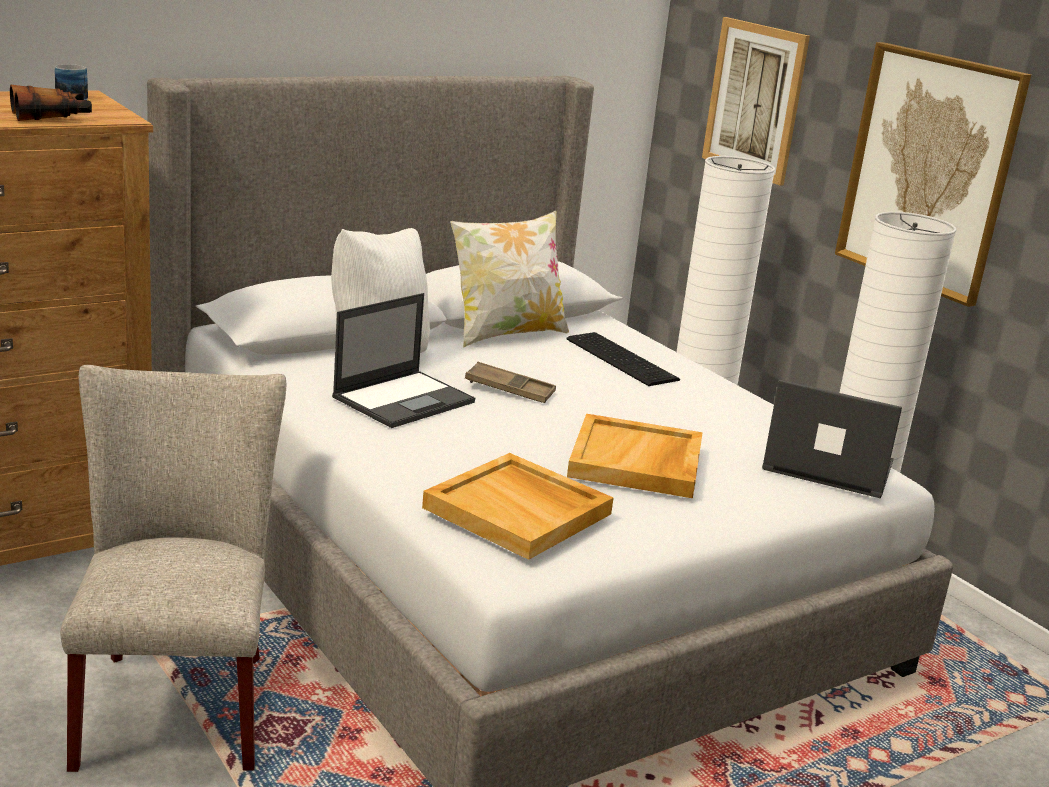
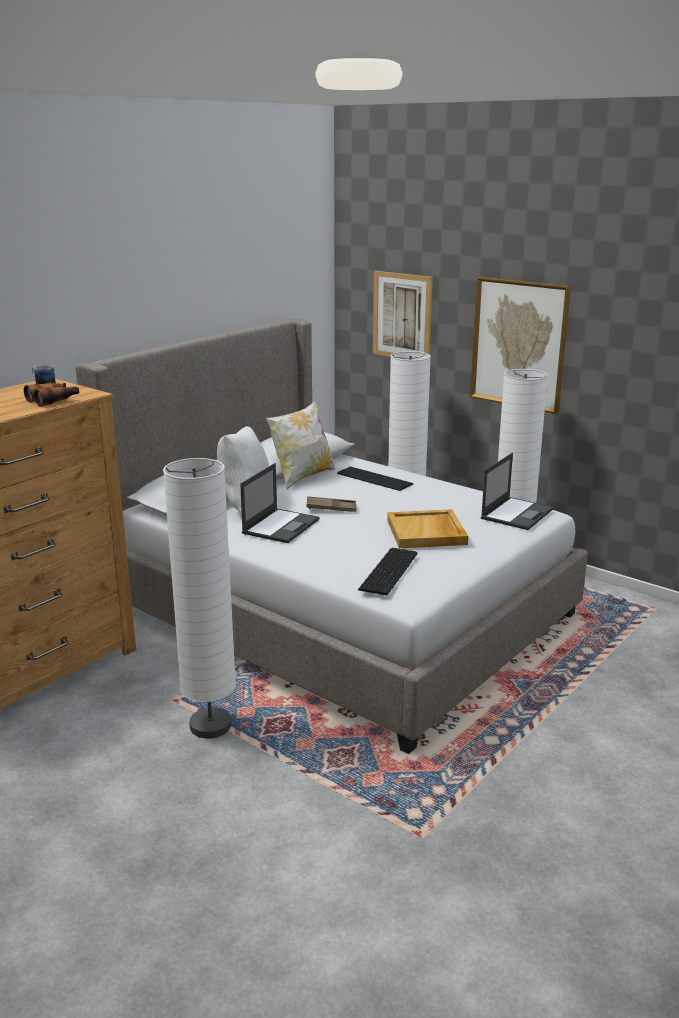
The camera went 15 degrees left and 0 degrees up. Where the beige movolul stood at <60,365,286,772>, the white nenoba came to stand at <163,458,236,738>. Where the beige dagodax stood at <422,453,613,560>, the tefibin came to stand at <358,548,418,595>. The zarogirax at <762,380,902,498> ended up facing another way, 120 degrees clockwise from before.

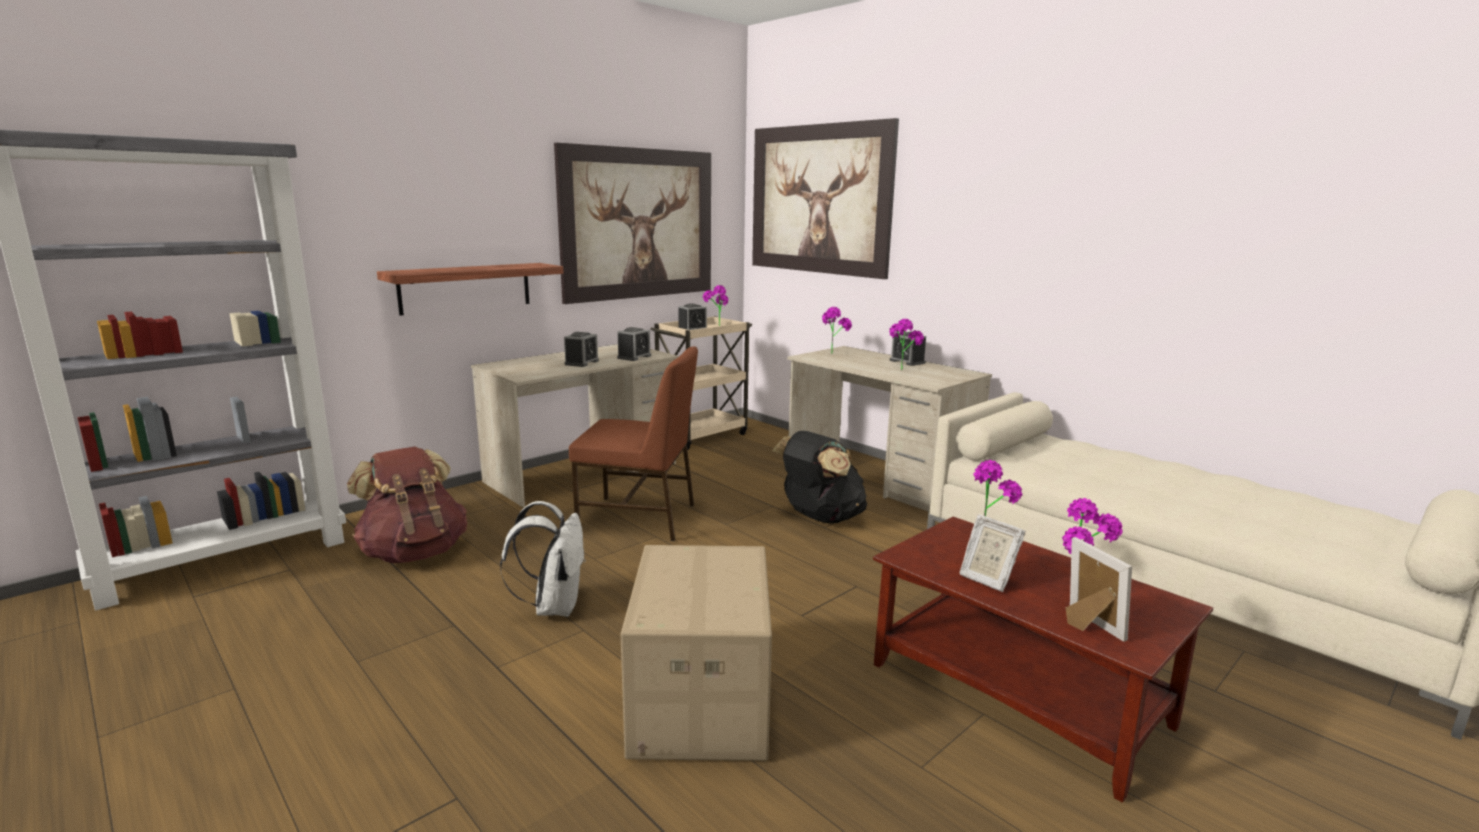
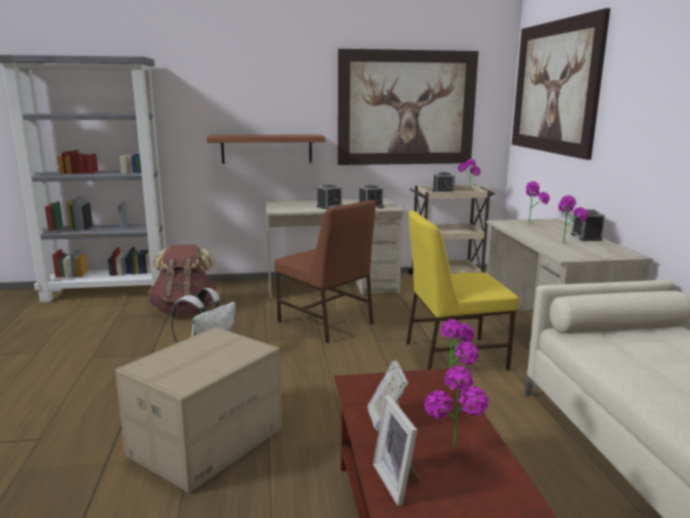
The camera went 35 degrees right and 0 degrees up. Where the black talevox stood at <772,431,867,523>, the yellow movolul came to stand at <406,210,519,371>. The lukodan at <1066,537,1132,642> ended up facing another way, 150 degrees clockwise from before.

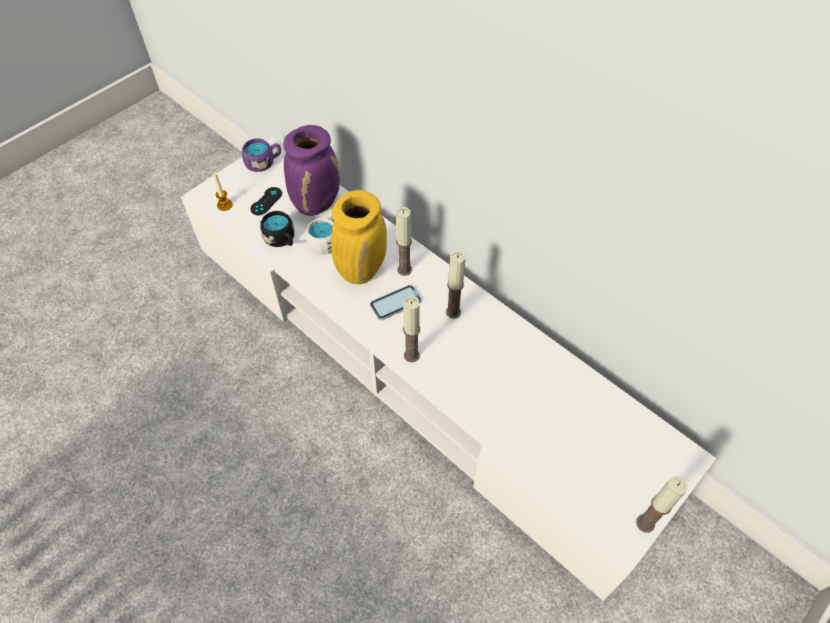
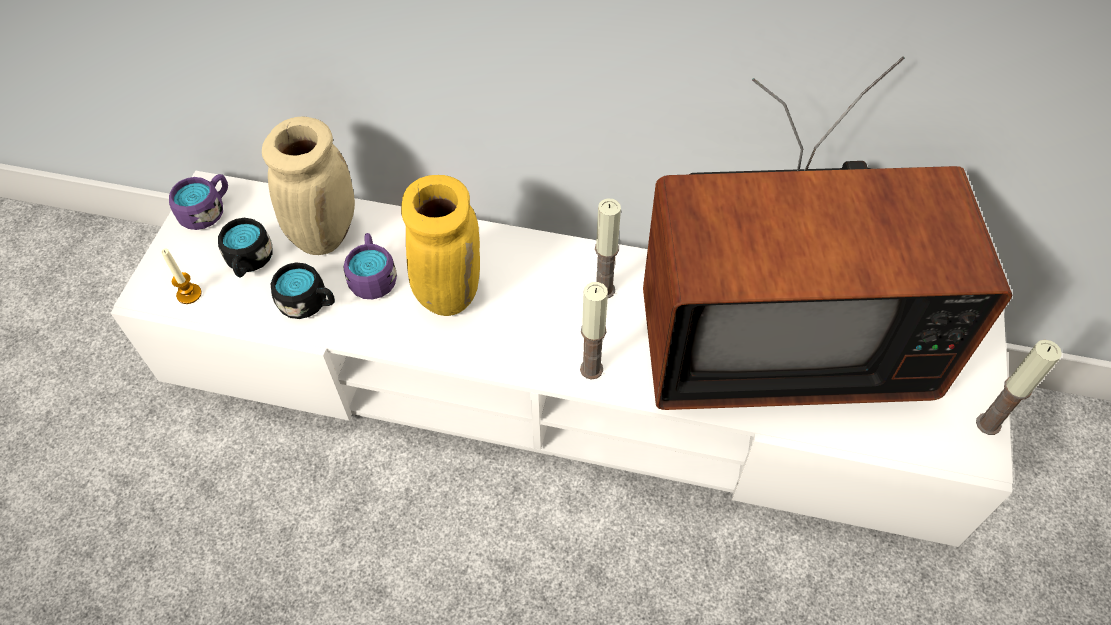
The camera went 30 degrees left and 0 degrees up. The second view lost the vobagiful at <370,285,421,320>. The second view lost the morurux at <396,207,412,276>. The second view gained the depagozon at <643,57,1013,410>. Where the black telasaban stood at <250,187,282,215>, the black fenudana came to stand at <218,218,273,278>. What was the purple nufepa at <283,125,340,216> turned into the beige nufepa at <262,117,355,255>. What was the white fenudana at <306,213,334,255> turned into the purple fenudana at <344,233,397,299>.

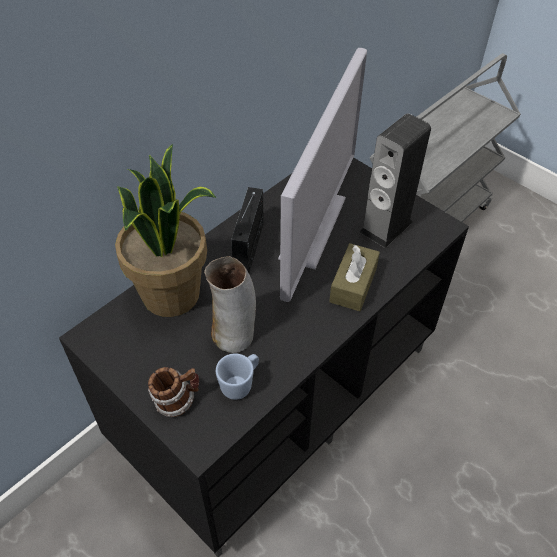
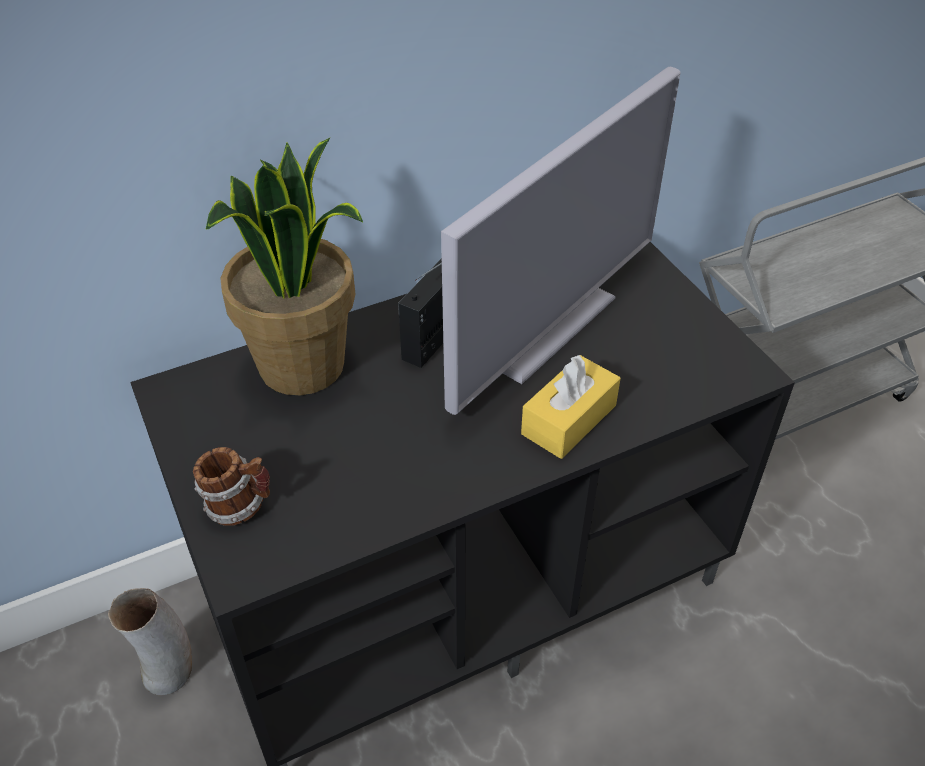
The camera went 20 degrees right and 5 degrees down. The second view lost the blue fenudana at <216,353,259,400>. The second view lost the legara at <359,113,431,248>. The nufepa ended up elsewhere, having gone from <204,256,256,353> to <108,588,192,695>. What was the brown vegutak at <329,243,380,311> turned into the yellow vegutak at <521,355,621,459>.

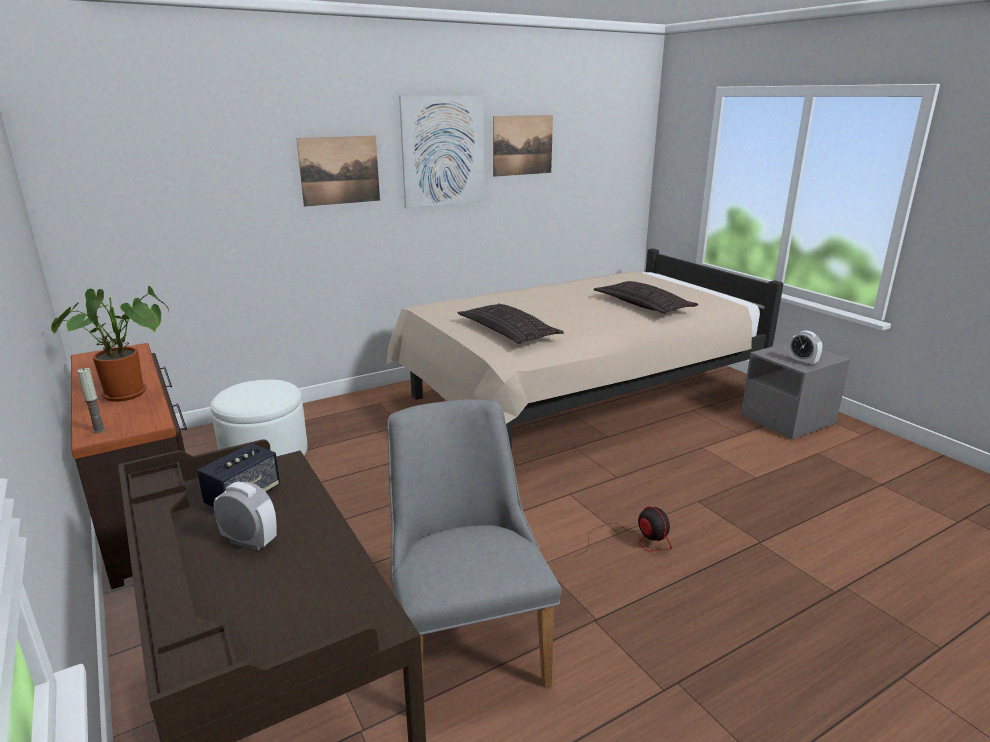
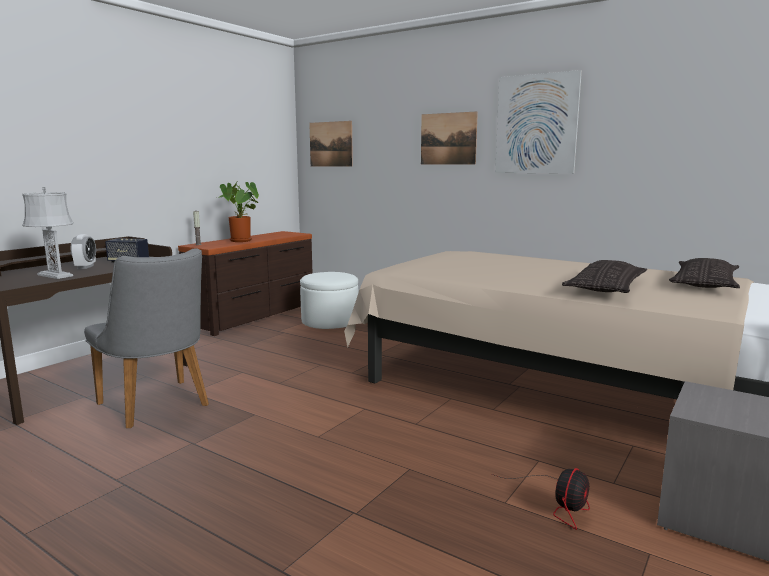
The camera went 65 degrees right and 10 degrees down. The second view lost the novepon at <788,330,822,366>. The second view gained the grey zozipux at <22,187,74,279>. The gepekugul ended up elsewhere, having gone from <458,303,564,344> to <669,258,740,288>. The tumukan ended up elsewhere, having gone from <493,115,553,177> to <309,121,353,167>. The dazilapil ended up elsewhere, having gone from <575,506,672,557> to <492,468,590,530>. The grey movolul at <387,399,561,688> ended up facing another way, 90 degrees clockwise from before.

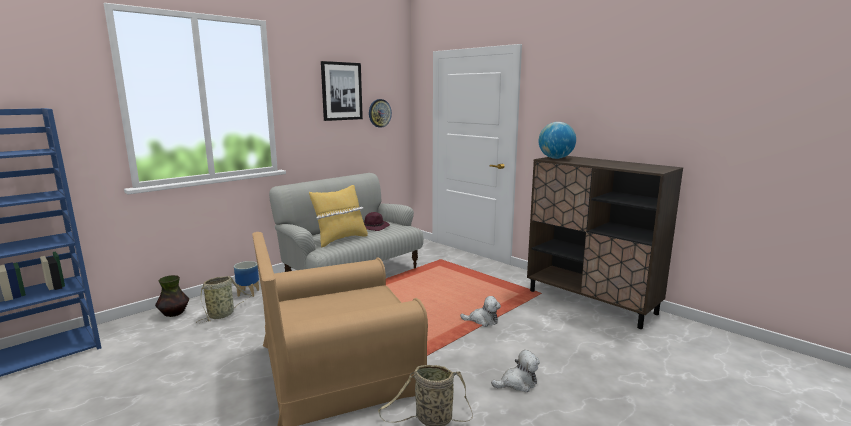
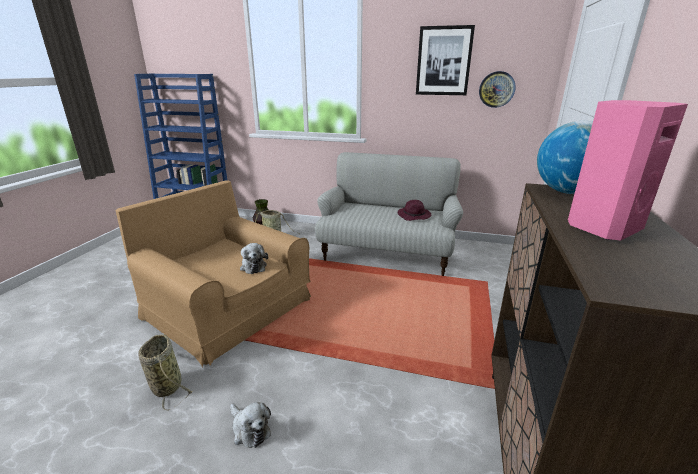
The camera went 60 degrees right and 10 degrees up. The second view lost the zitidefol at <234,261,259,297>. The second view lost the yellow gepekugul at <309,185,368,248>. The second view gained the pink legara at <568,100,688,240>. The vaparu ended up elsewhere, having gone from <460,296,501,327> to <240,243,268,274>.

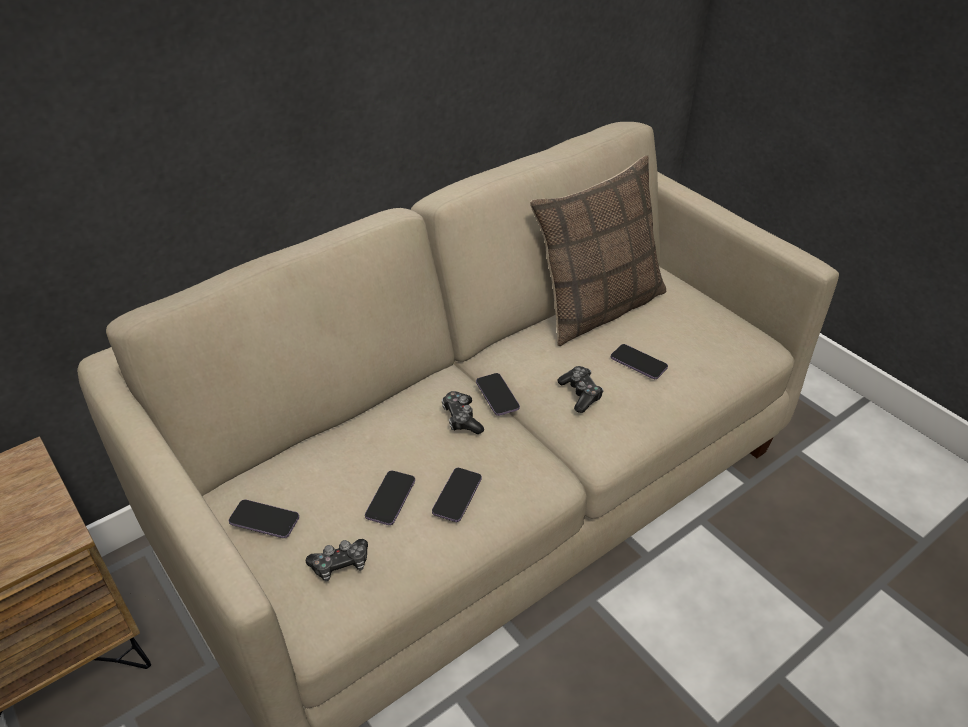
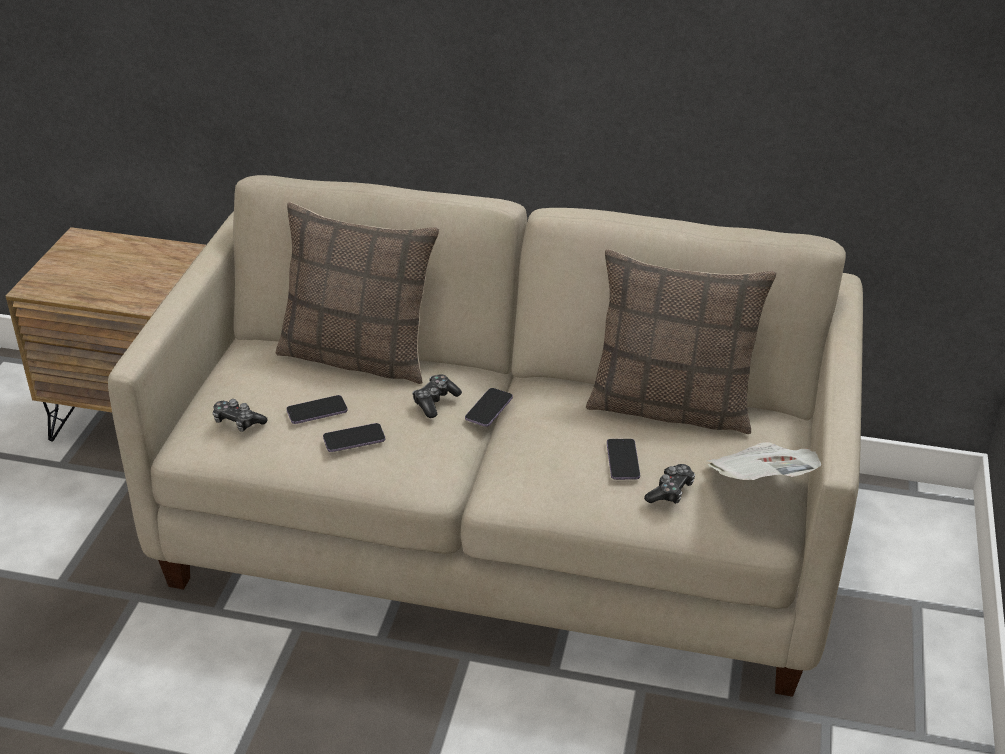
The camera went 50 degrees right and 5 degrees down. The second view lost the vobagiful at <229,500,299,538>. The second view gained the gepekugul at <276,202,440,384>. The second view gained the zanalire at <706,442,821,480>. The telasaban ended up elsewhere, having gone from <557,366,604,413> to <644,464,695,504>.

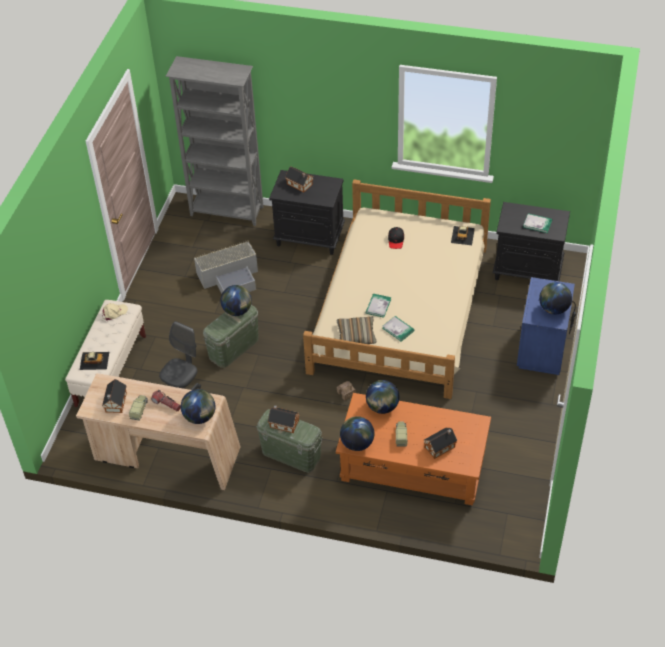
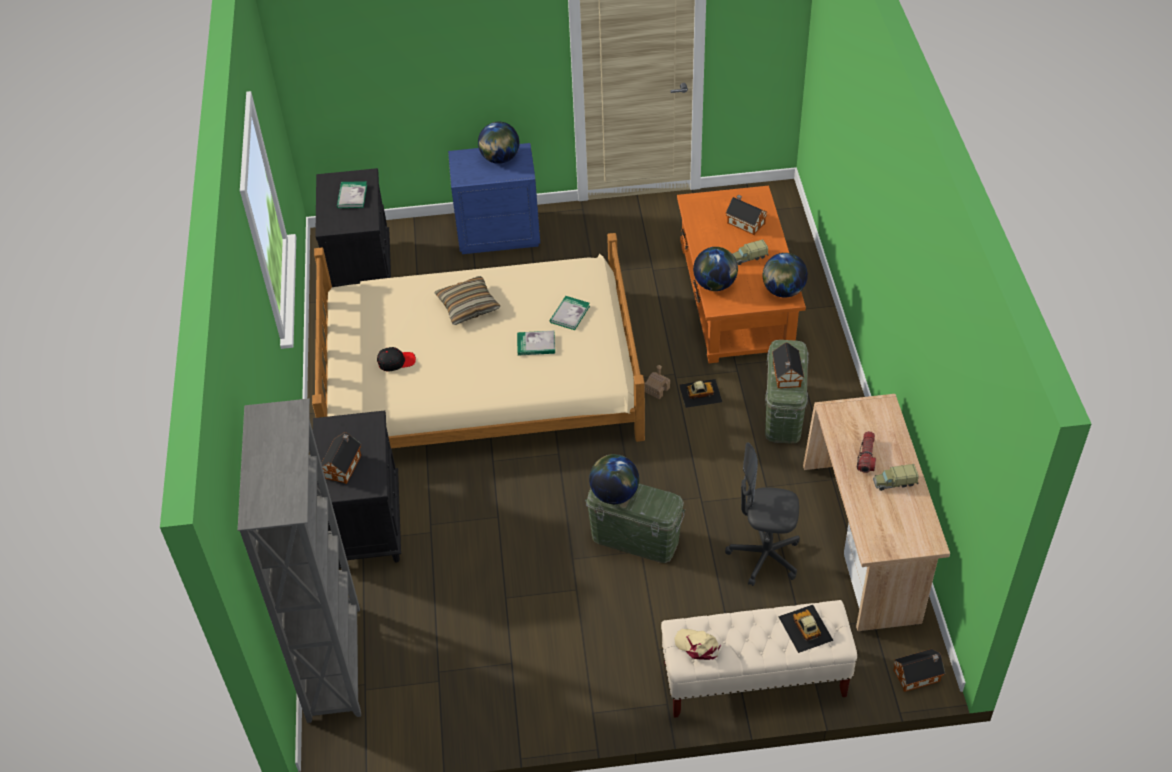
The camera went 110 degrees left and 0 degrees up. The second view lost the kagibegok at <181,389,216,424>. The second view lost the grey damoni at <194,241,258,294>. The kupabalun ended up elsewhere, having gone from <102,379,127,413> to <893,649,945,692>. The gepekugul ended up elsewhere, having gone from <336,316,376,344> to <435,276,500,325>. The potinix ended up elsewhere, having gone from <451,226,475,245> to <679,379,722,408>.

